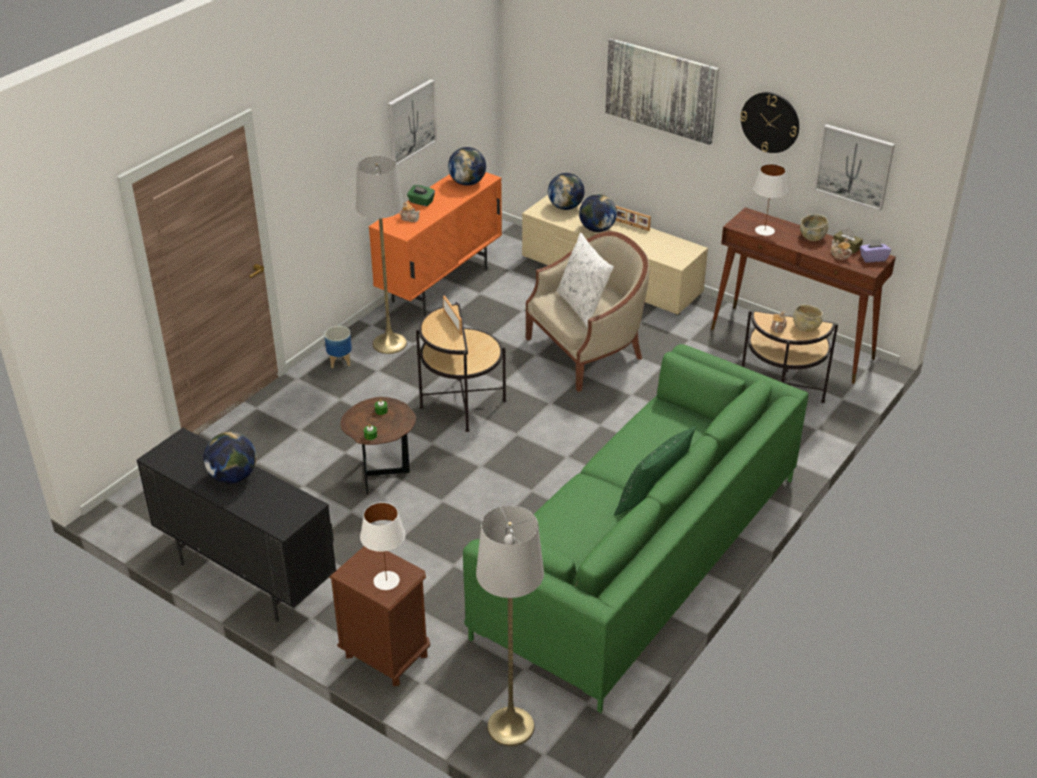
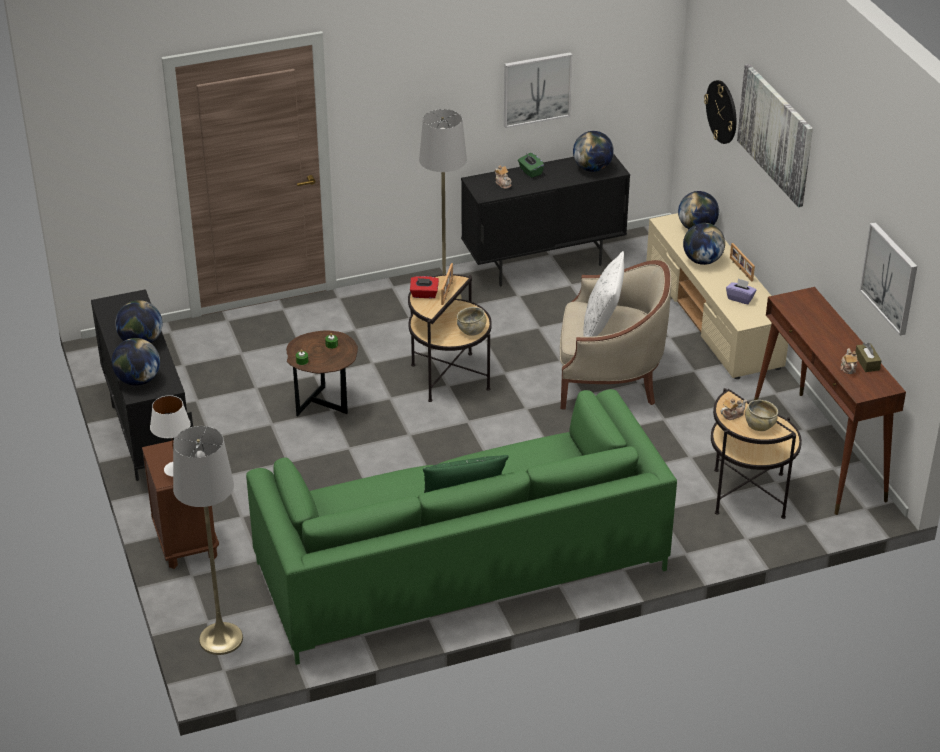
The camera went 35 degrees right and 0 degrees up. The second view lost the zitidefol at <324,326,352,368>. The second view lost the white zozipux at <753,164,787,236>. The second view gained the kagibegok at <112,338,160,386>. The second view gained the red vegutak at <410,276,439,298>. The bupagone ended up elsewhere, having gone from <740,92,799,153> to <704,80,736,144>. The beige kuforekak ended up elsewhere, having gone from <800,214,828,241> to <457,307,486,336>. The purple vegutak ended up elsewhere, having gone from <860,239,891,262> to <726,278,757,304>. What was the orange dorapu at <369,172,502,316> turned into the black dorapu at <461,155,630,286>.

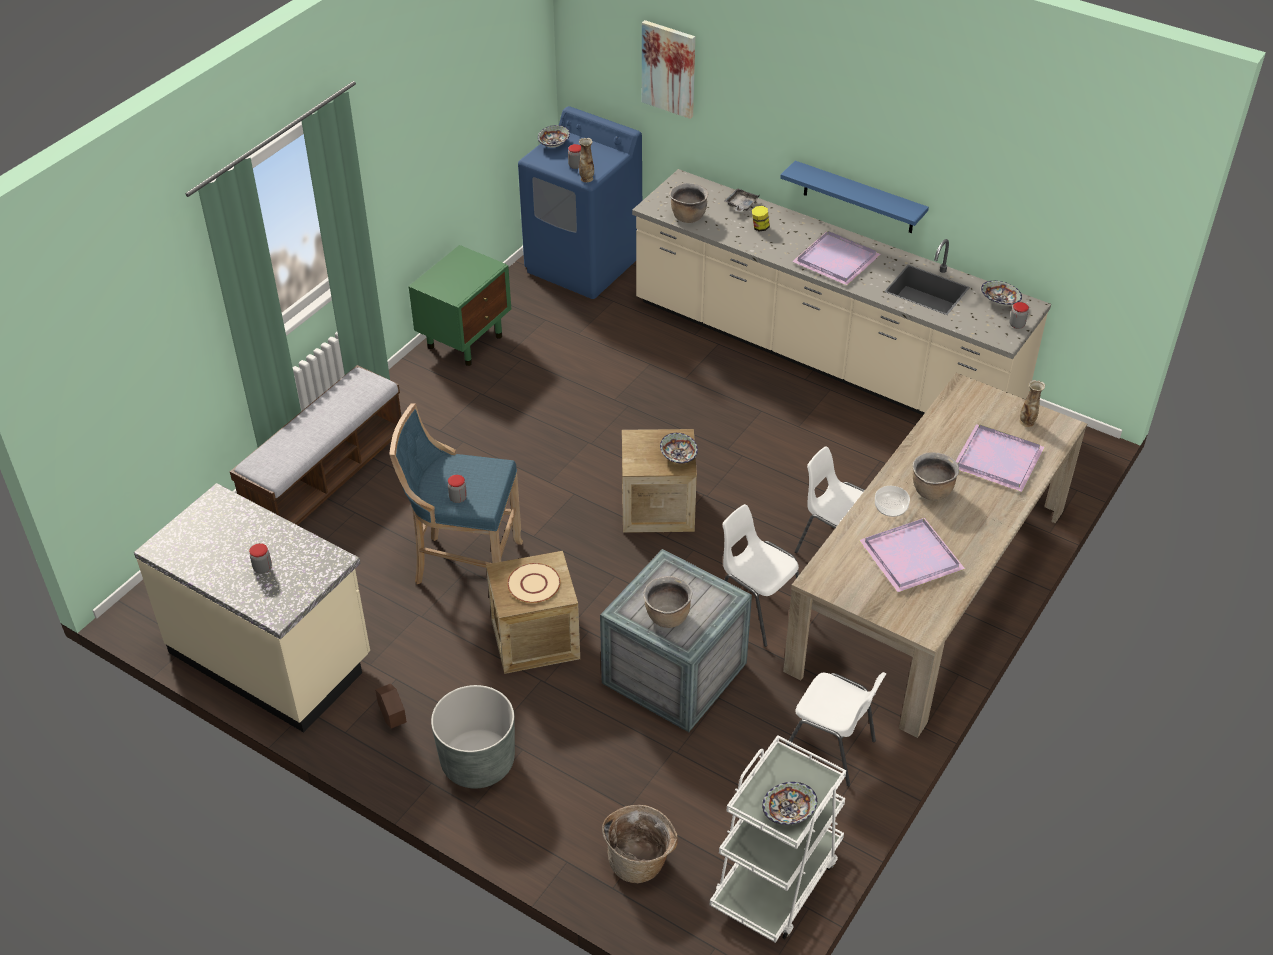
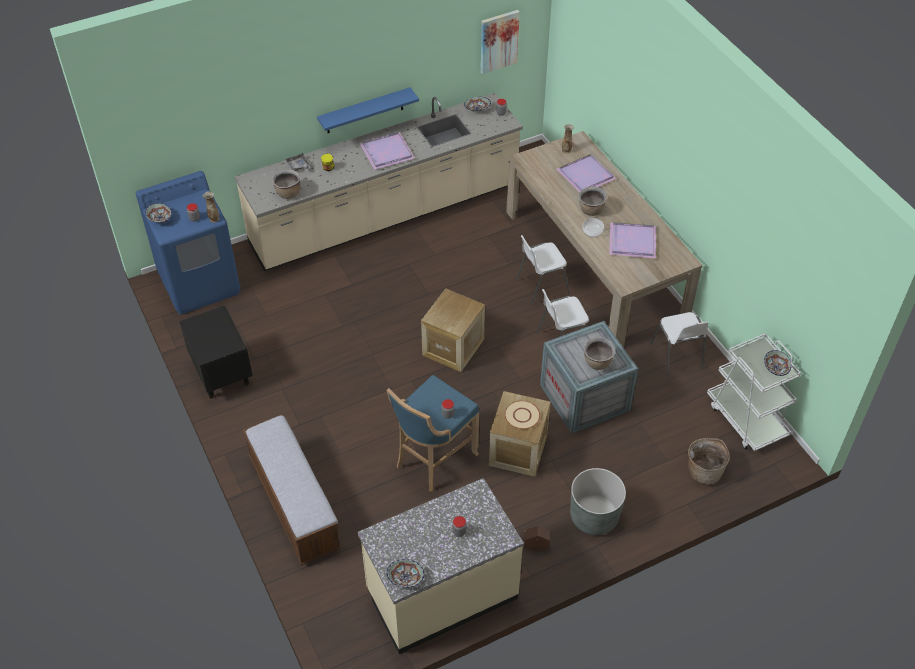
The camera went 60 degrees left and 5 degrees up. The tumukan ended up elsewhere, having gone from <642,20,695,119> to <481,10,520,74>. The kuforekak ended up elsewhere, having gone from <660,433,698,463> to <387,559,425,588>. What was the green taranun at <408,245,511,366> turned into the black taranun at <179,306,253,399>. The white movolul at <786,672,886,786> ended up facing another way, 105 degrees clockwise from before.

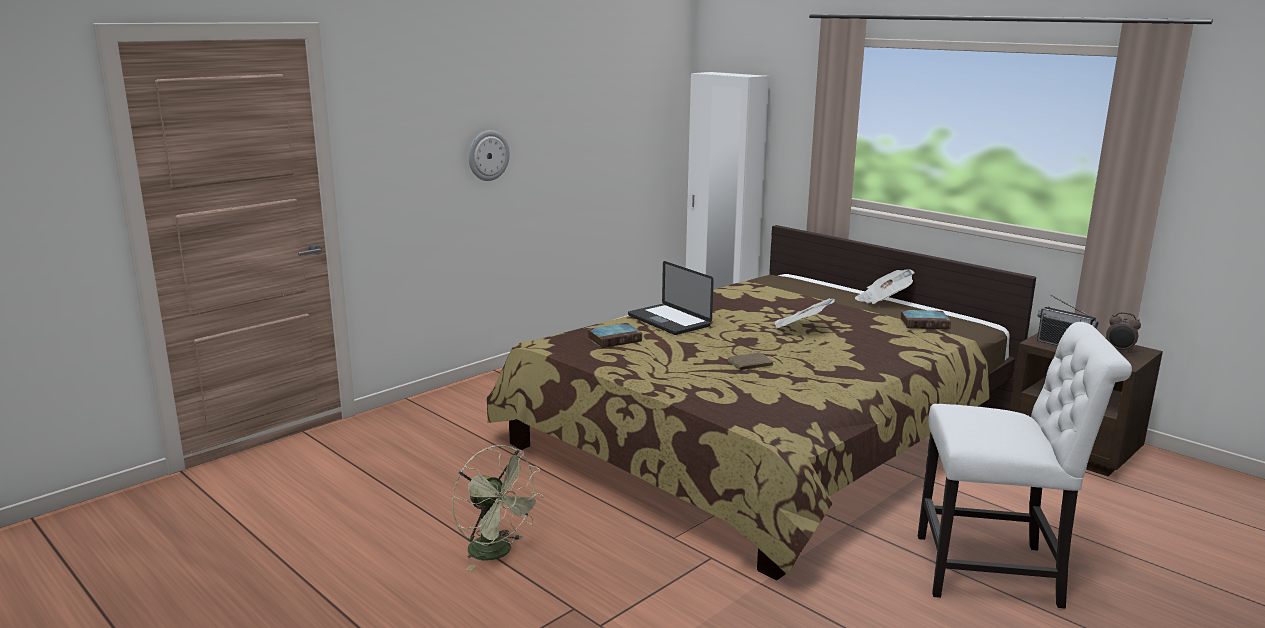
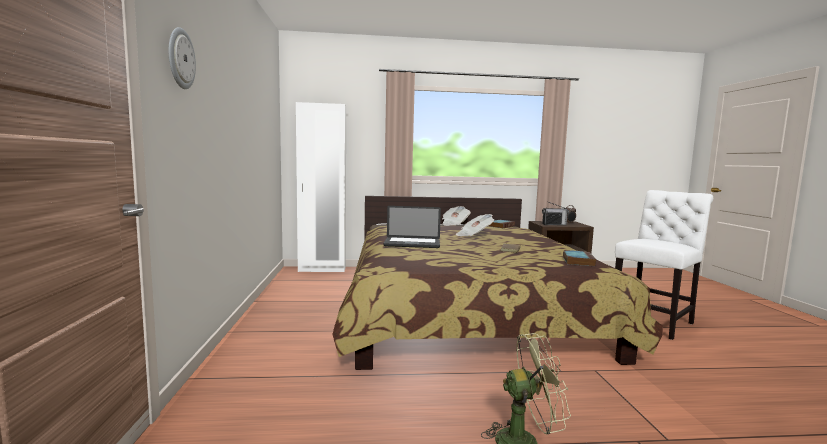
The camera went 50 degrees left and 10 degrees down. The bupagone ended up elsewhere, having gone from <469,130,510,181> to <169,27,196,89>. The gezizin ended up elsewhere, having gone from <588,323,642,348> to <563,250,596,266>.

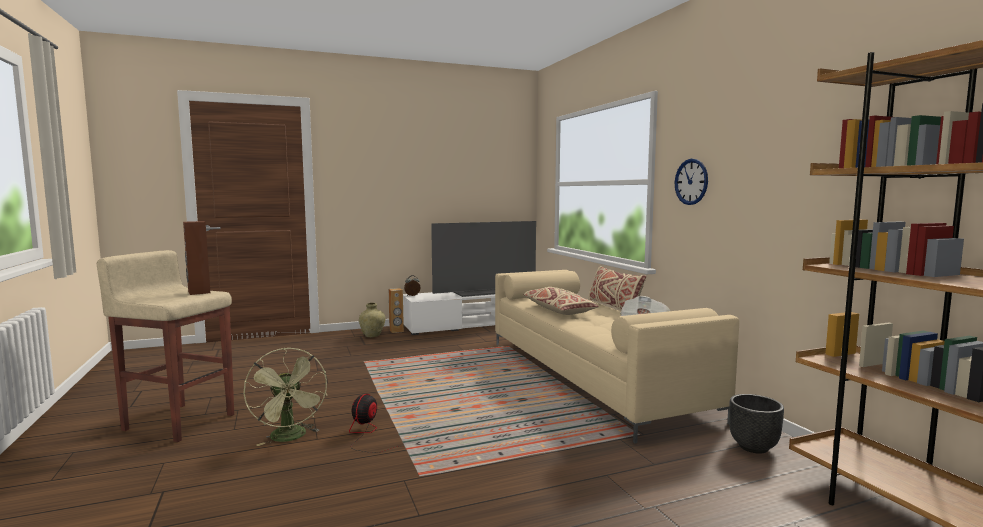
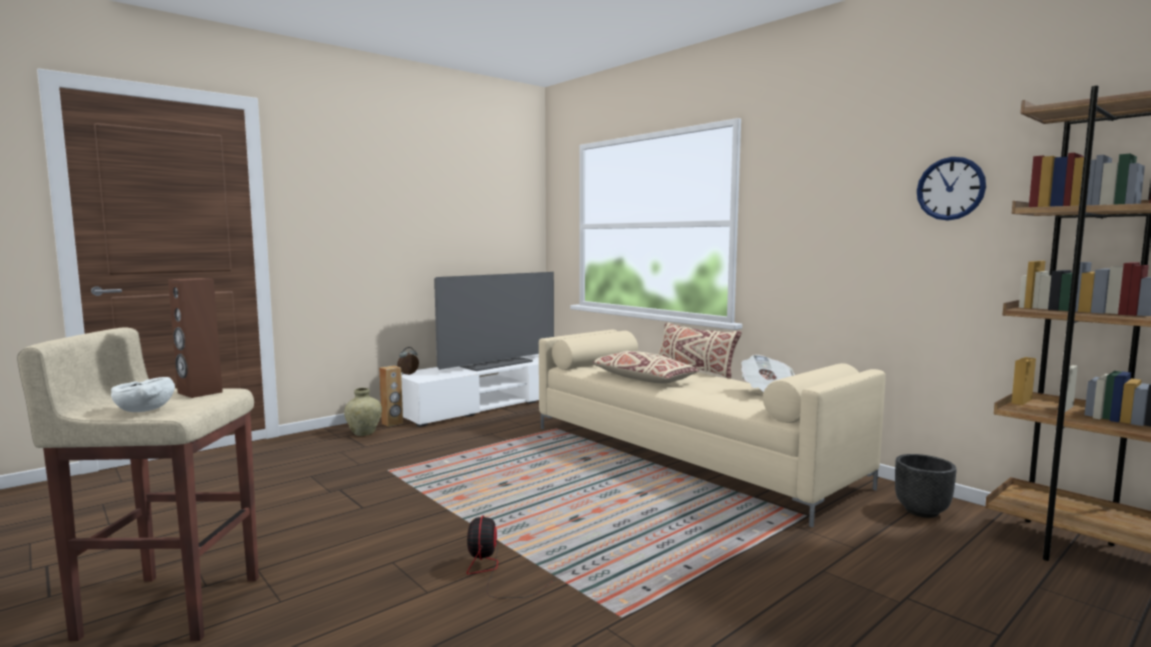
The camera went 20 degrees left and 0 degrees up. The second view lost the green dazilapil at <243,348,327,446>. The second view gained the white kuforekak at <111,377,175,412>. The bupagone ended up elsewhere, having gone from <675,159,708,205> to <917,157,986,220>.

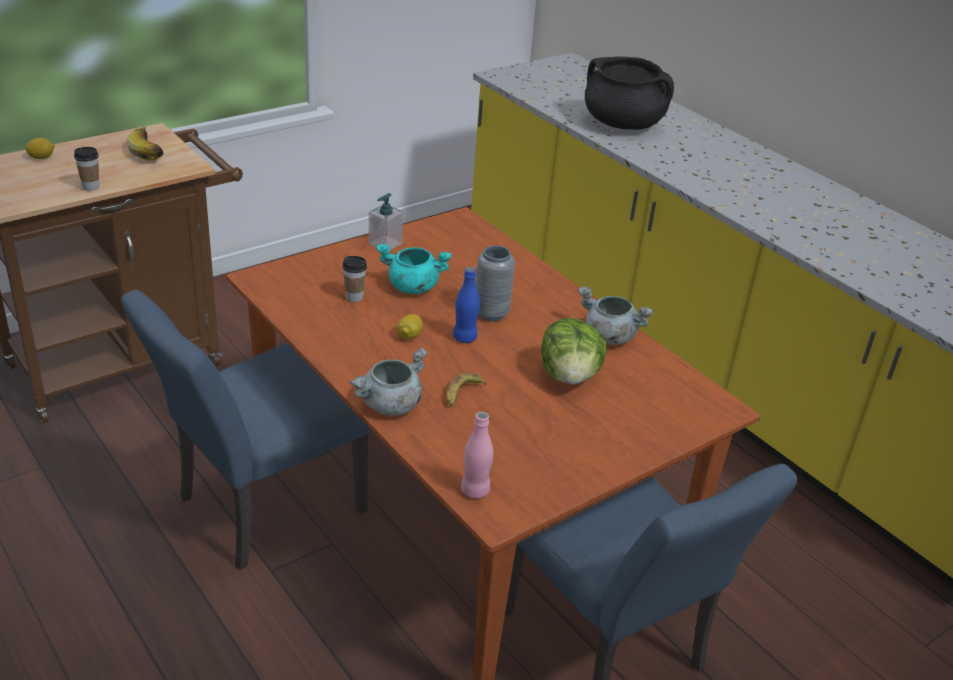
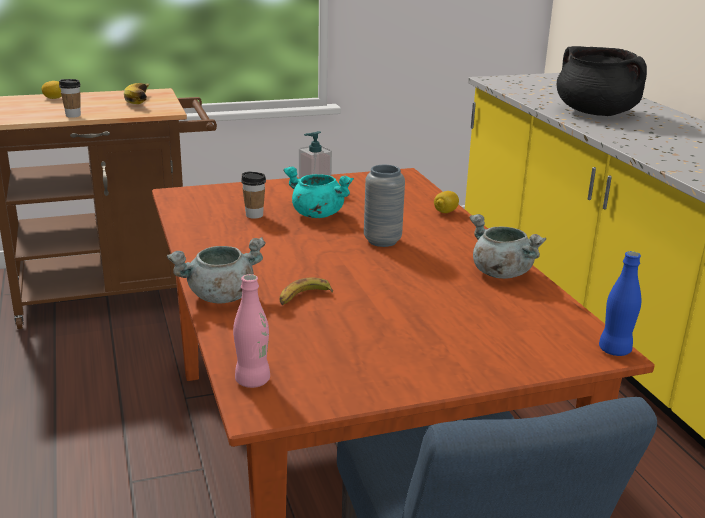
The camera went 20 degrees right and 10 degrees down. The second view lost the blue movolul at <121,290,372,570>. The second view lost the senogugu at <542,318,607,384>. The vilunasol ended up elsewhere, having gone from <397,314,423,340> to <434,191,459,213>. The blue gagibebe ended up elsewhere, having gone from <453,267,480,343> to <599,251,641,356>.

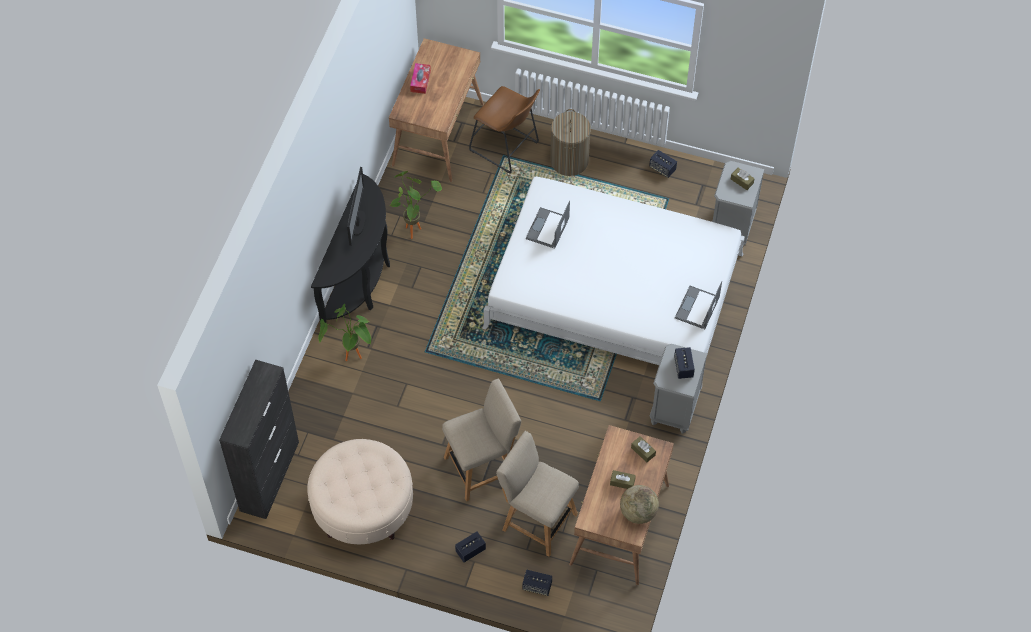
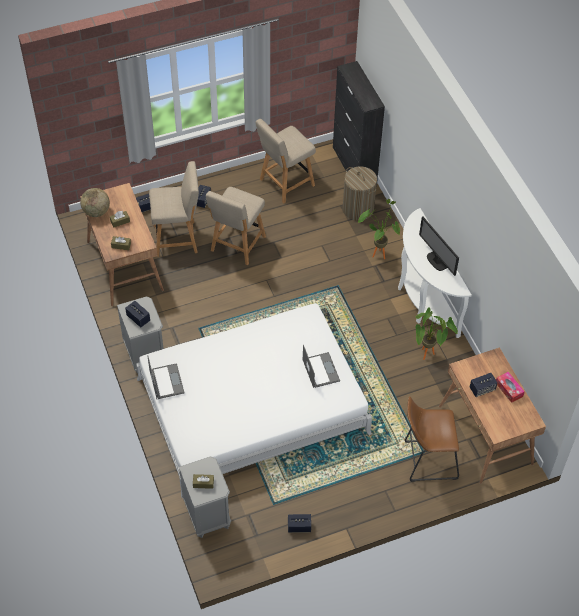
The camera went 140 degrees right and 5 degrees down. The second view gained the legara at <470,373,498,397>. The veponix ended up elsewhere, having gone from <550,109,591,176> to <343,166,377,221>. Where the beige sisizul stood at <307,439,413,544>, the beige movolul came to stand at <256,119,316,203>. What was the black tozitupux at <311,174,390,326> turned into the white tozitupux at <398,208,472,338>.

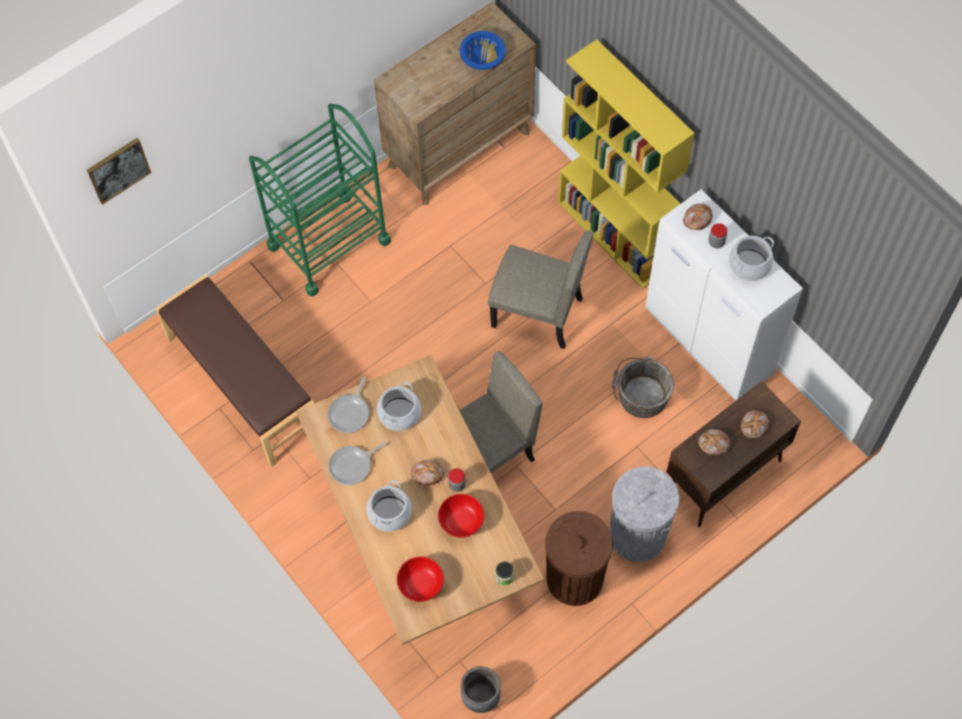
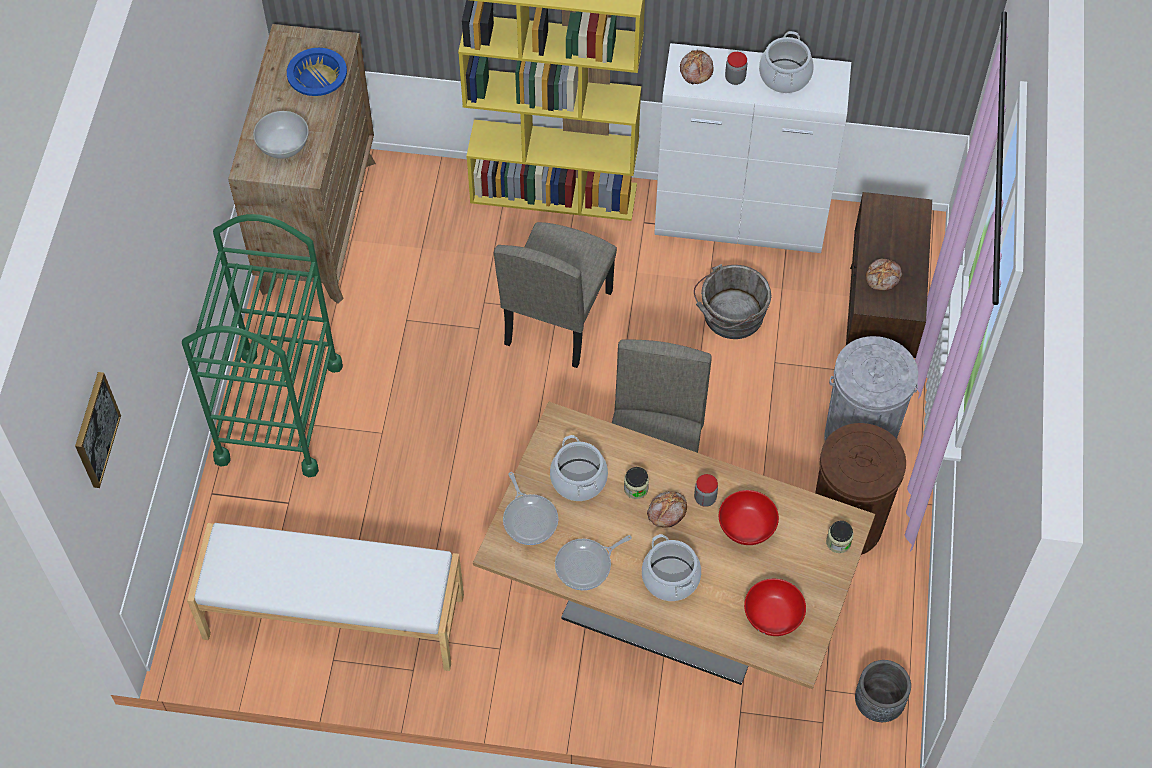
The camera went 45 degrees left and 5 degrees down. The second view lost the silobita at <740,410,769,438>. The second view gained the white kuforekak at <253,111,309,159>. The second view gained the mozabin at <624,467,649,499>. What was the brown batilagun at <155,274,315,467> turned into the white batilagun at <187,523,464,671>. The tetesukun at <328,442,386,485> ended up facing another way, 45 degrees clockwise from before. The beige movolul at <488,230,594,349> ended up facing another way, 135 degrees clockwise from before.

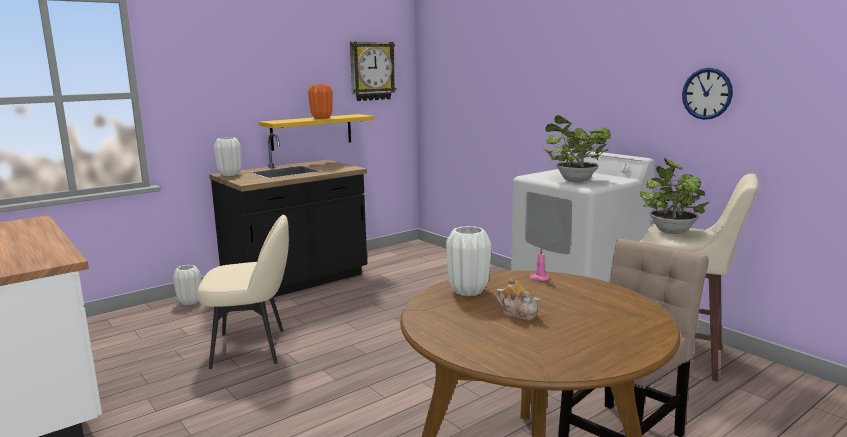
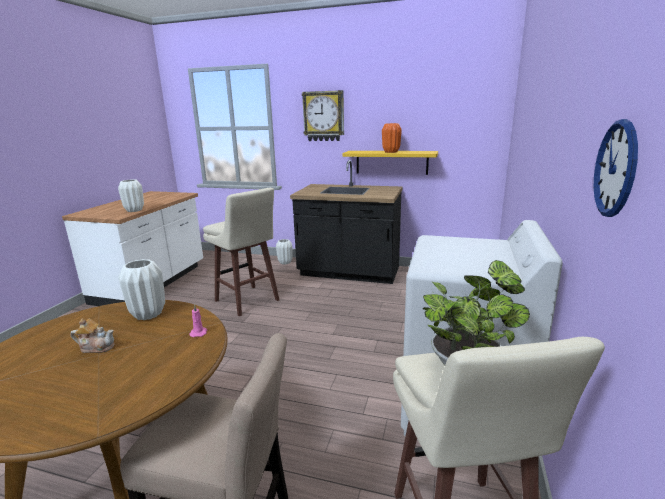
The camera went 55 degrees right and 5 degrees up. The second view lost the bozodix at <542,115,611,182>. The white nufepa ended up elsewhere, having gone from <214,137,241,176> to <118,179,144,212>. The bupagone ended up elsewhere, having gone from <350,42,396,101> to <302,90,344,141>. Where the beige movolul stood at <197,215,289,369>, the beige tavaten came to stand at <203,188,279,316>. The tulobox at <496,278,540,320> ended up facing another way, 90 degrees counterclockwise from before.

